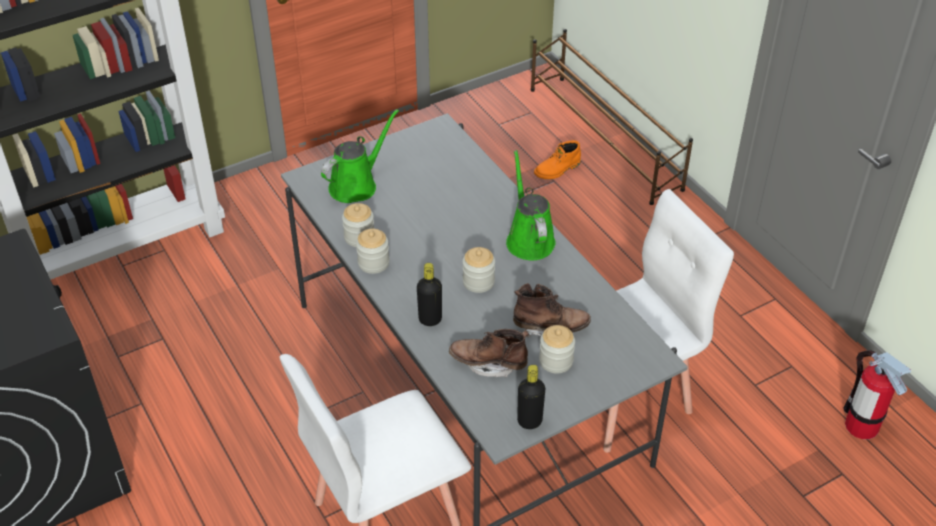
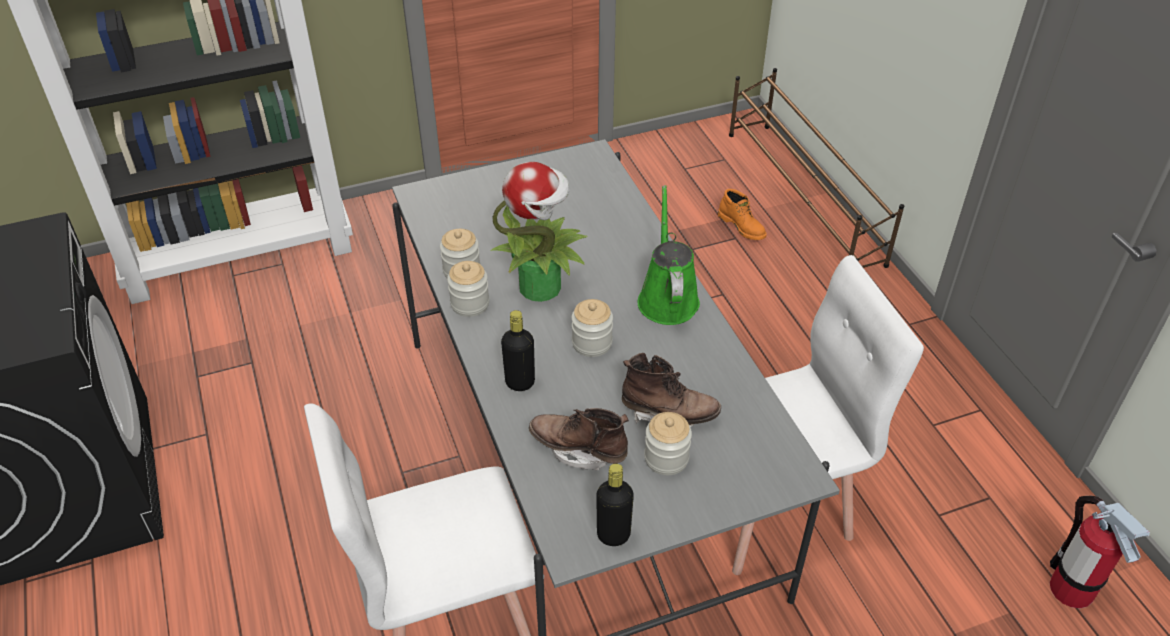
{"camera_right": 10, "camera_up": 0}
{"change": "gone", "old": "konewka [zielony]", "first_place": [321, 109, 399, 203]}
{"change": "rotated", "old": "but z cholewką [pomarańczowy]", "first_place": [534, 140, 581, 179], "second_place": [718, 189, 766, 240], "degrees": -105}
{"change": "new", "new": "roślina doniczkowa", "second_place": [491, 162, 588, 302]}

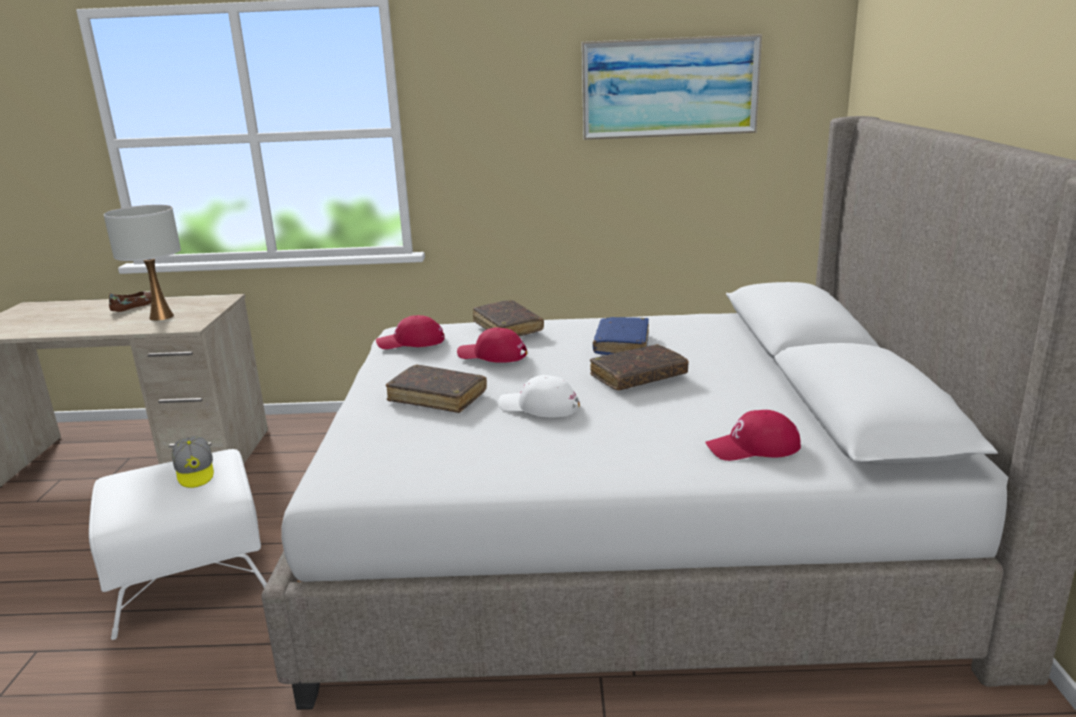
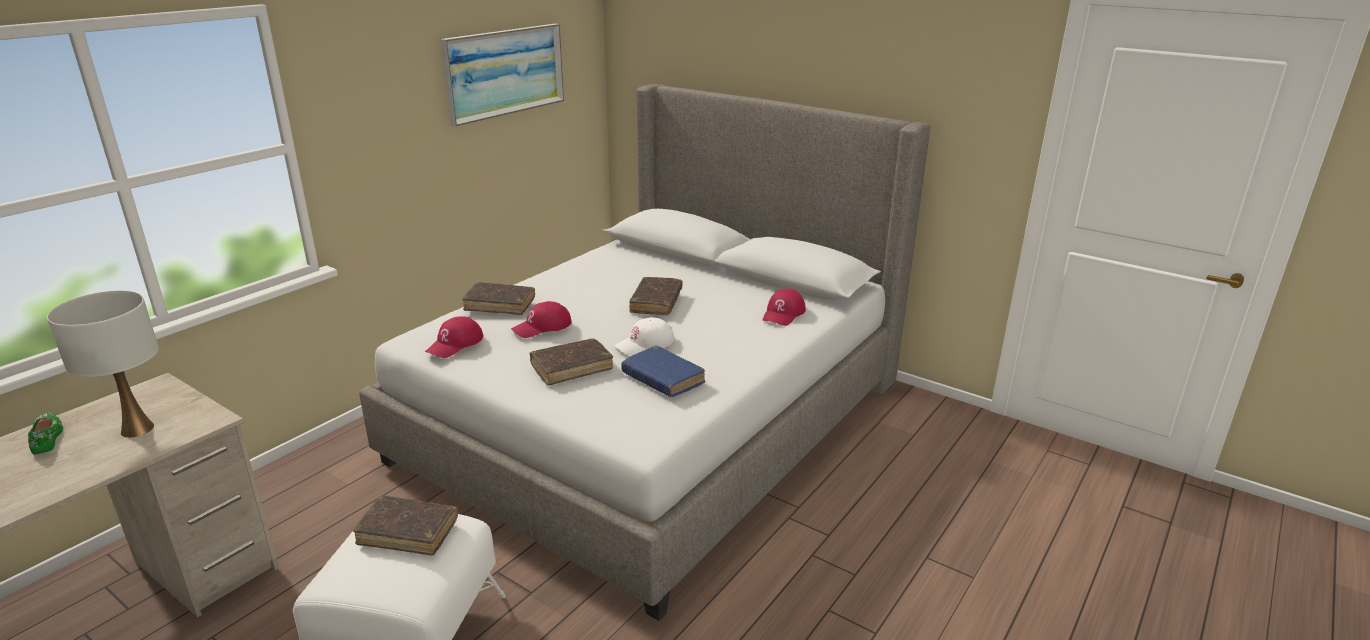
{"camera_right": -55, "camera_up": 5}
{"change": "repainted", "old": "but [brązowy]", "new": "but [zielony]", "first_place": [109, 291, 151, 312], "second_place": [28, 413, 63, 455]}
{"change": "swapped", "old": "czapka z daszkiem", "new": "książka [brązowy]", "first_place": [172, 436, 214, 488], "second_place": [353, 495, 458, 555]}
{"change": "shifted", "old": "książka [niebieski]", "first_place": [593, 317, 649, 355], "second_place": [621, 346, 705, 397]}

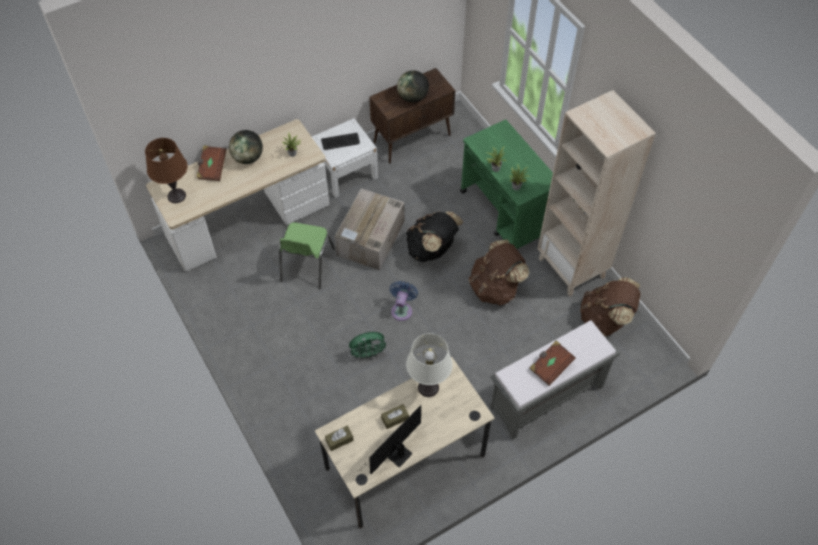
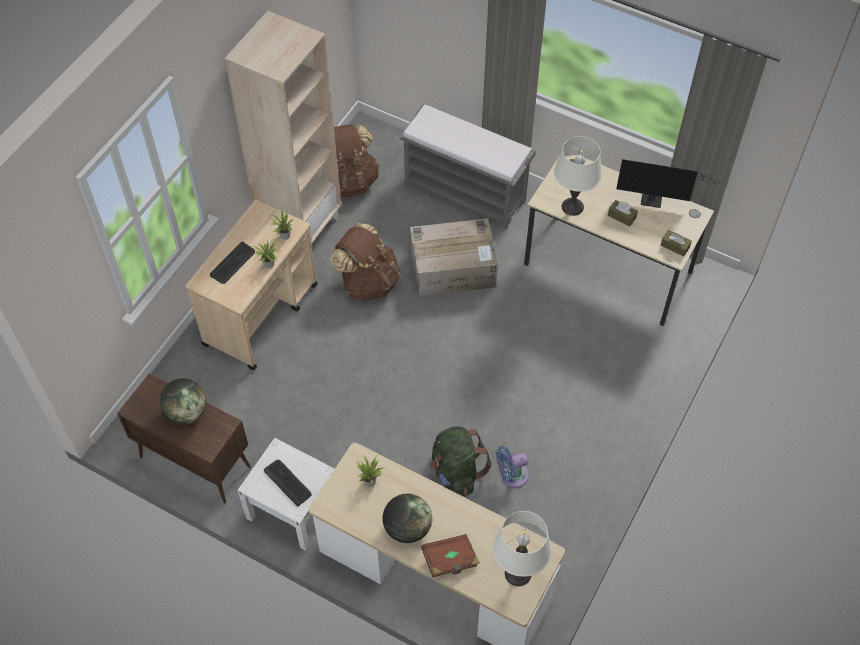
{"camera_right": -120, "camera_up": 0}
{"change": "repainted", "old": "lampa stołowa [brązowy]", "new": "lampa stołowa [biały]", "first_place": [145, 138, 188, 203], "second_place": [493, 511, 552, 586]}
{"change": "swapped", "old": "krzesło [zielony]", "new": "plecak [zielony]", "first_place": [279, 222, 335, 289], "second_place": [430, 426, 492, 497]}
{"change": "shifted", "old": "karton", "first_place": [334, 188, 404, 270], "second_place": [410, 218, 498, 296]}
{"change": "gone", "old": "wentylator [zielony]", "first_place": [348, 332, 389, 361]}
{"change": "shifted", "old": "wentylator [niebieski]", "first_place": [390, 281, 418, 321], "second_place": [496, 446, 529, 488]}
{"change": "gone", "old": "plecak [czarny]", "first_place": [406, 211, 463, 262]}
{"change": "repainted", "old": "wózek [zielony]", "new": "wózek [beżowy]", "first_place": [460, 120, 553, 249], "second_place": [185, 199, 318, 370]}
{"change": "gone", "old": "książka [brązowy]", "first_place": [530, 340, 575, 386]}
{"change": "new", "new": "klawiatura", "second_place": [210, 241, 255, 284]}

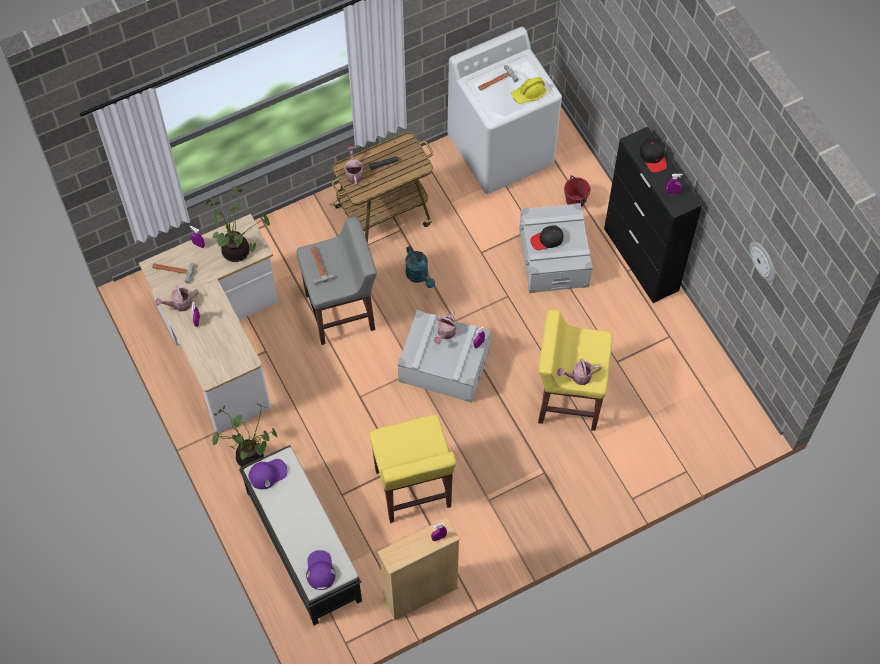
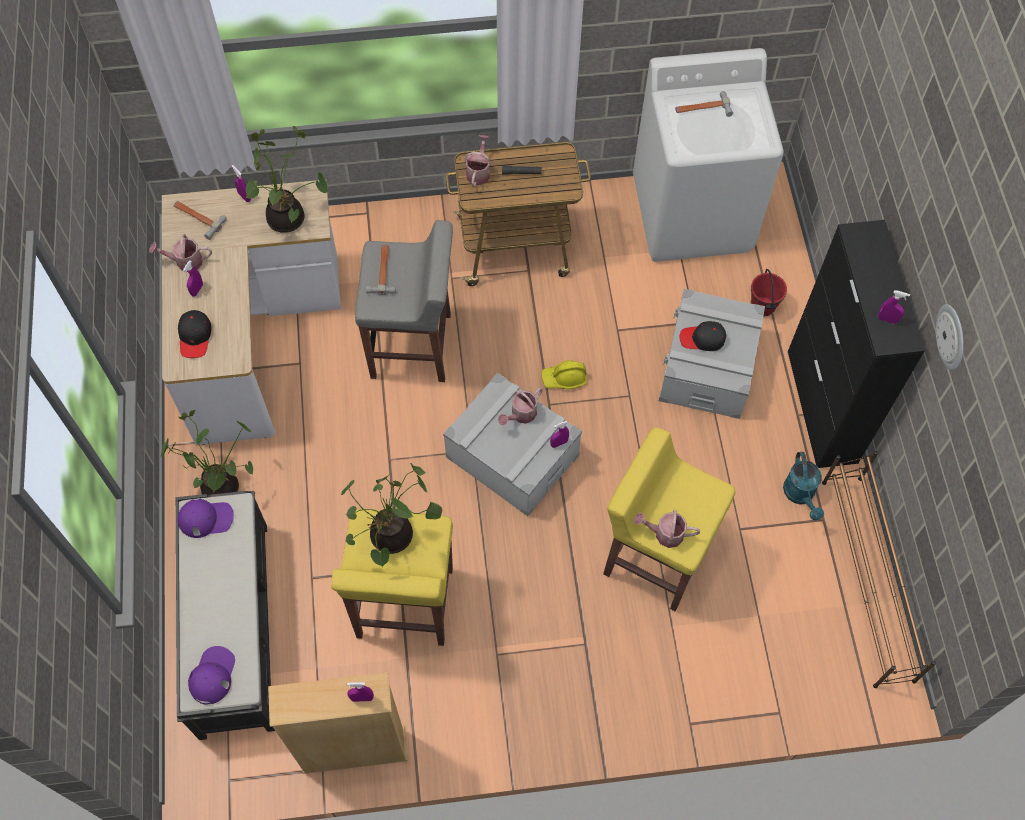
{"camera_right": 20, "camera_up": 0}
{"change": "shifted", "old": "konewka [turkusowy]", "first_place": [405, 246, 435, 288], "second_place": [783, 452, 824, 520]}
{"change": "shifted", "old": "kask [żółty]", "first_place": [512, 77, 547, 104], "second_place": [541, 360, 587, 389]}
{"change": "shifted", "old": "czapka z daszkiem [czarny]", "first_place": [640, 139, 667, 172], "second_place": [178, 310, 212, 358]}
{"change": "shifted", "old": "zegar ścienny", "first_place": [750, 241, 775, 282], "second_place": [936, 304, 964, 371]}
{"change": "new", "new": "roślina doniczkowa", "second_place": [341, 463, 442, 567]}
{"change": "new", "new": "regał na buty [brązowy]", "second_place": [822, 451, 936, 688]}

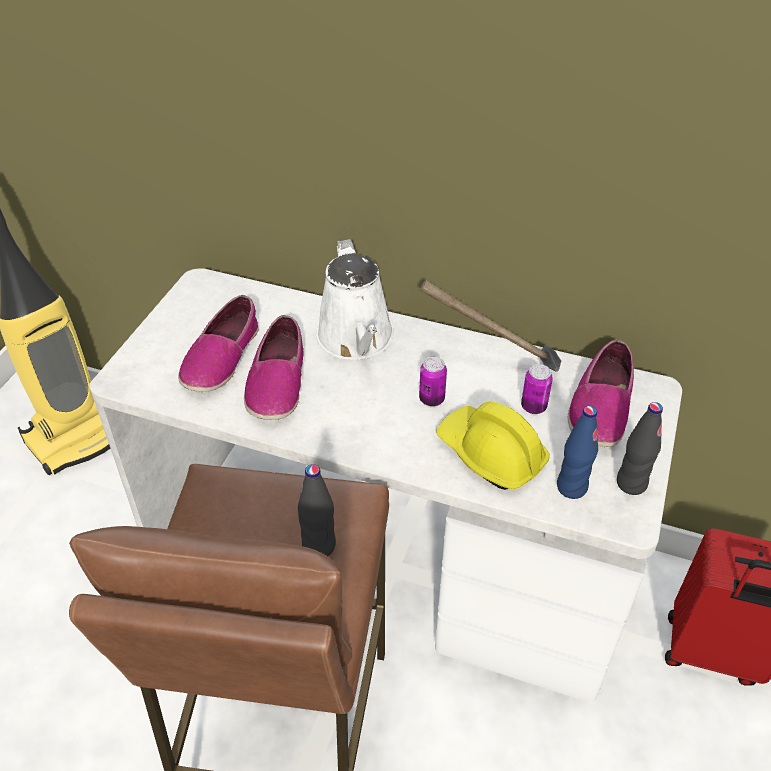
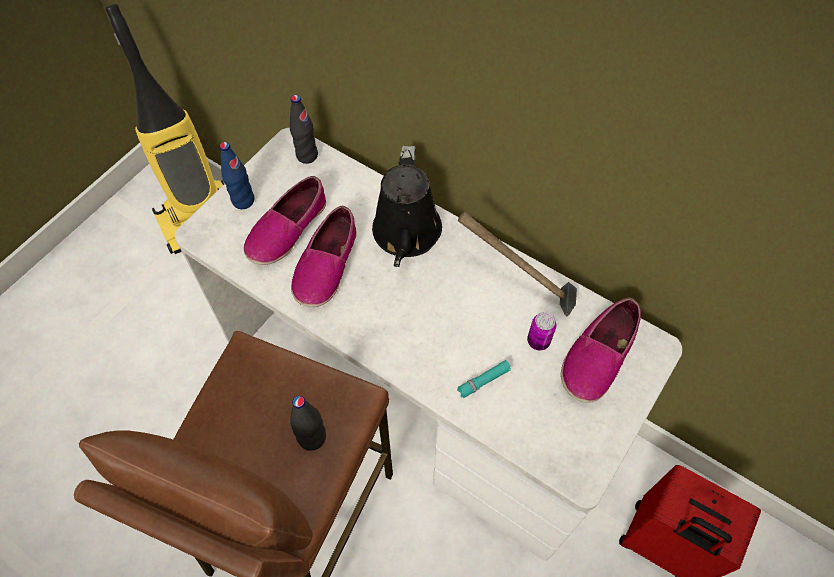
{"camera_right": 15, "camera_up": 15}
{"change": "repainted", "old": "konewka [biały]", "new": "konewka [czarny]", "first_place": [316, 239, 394, 360], "second_place": [372, 146, 442, 267]}
{"change": "gone", "old": "puszka", "first_place": [419, 357, 447, 406]}
{"change": "swapped", "old": "kask [żółty]", "new": "latarka [turkusowy]", "first_place": [436, 401, 550, 490], "second_place": [457, 360, 511, 398]}
{"change": "shifted", "old": "butelka [niebieski]", "first_place": [557, 406, 598, 499], "second_place": [220, 142, 255, 209]}
{"change": "shifted", "old": "butelka [czarny]", "first_place": [617, 402, 663, 495], "second_place": [290, 95, 318, 164]}

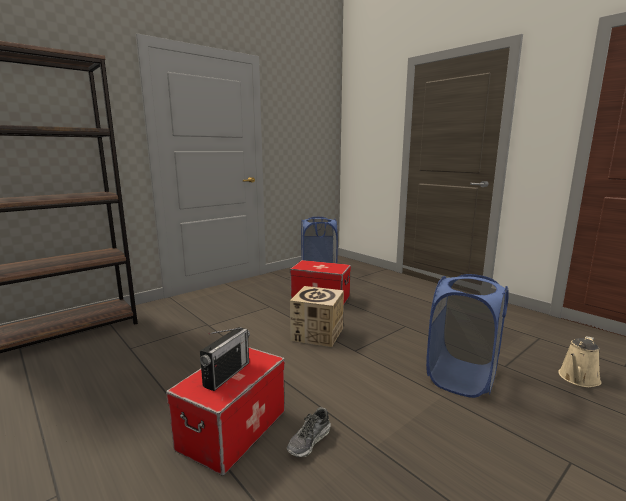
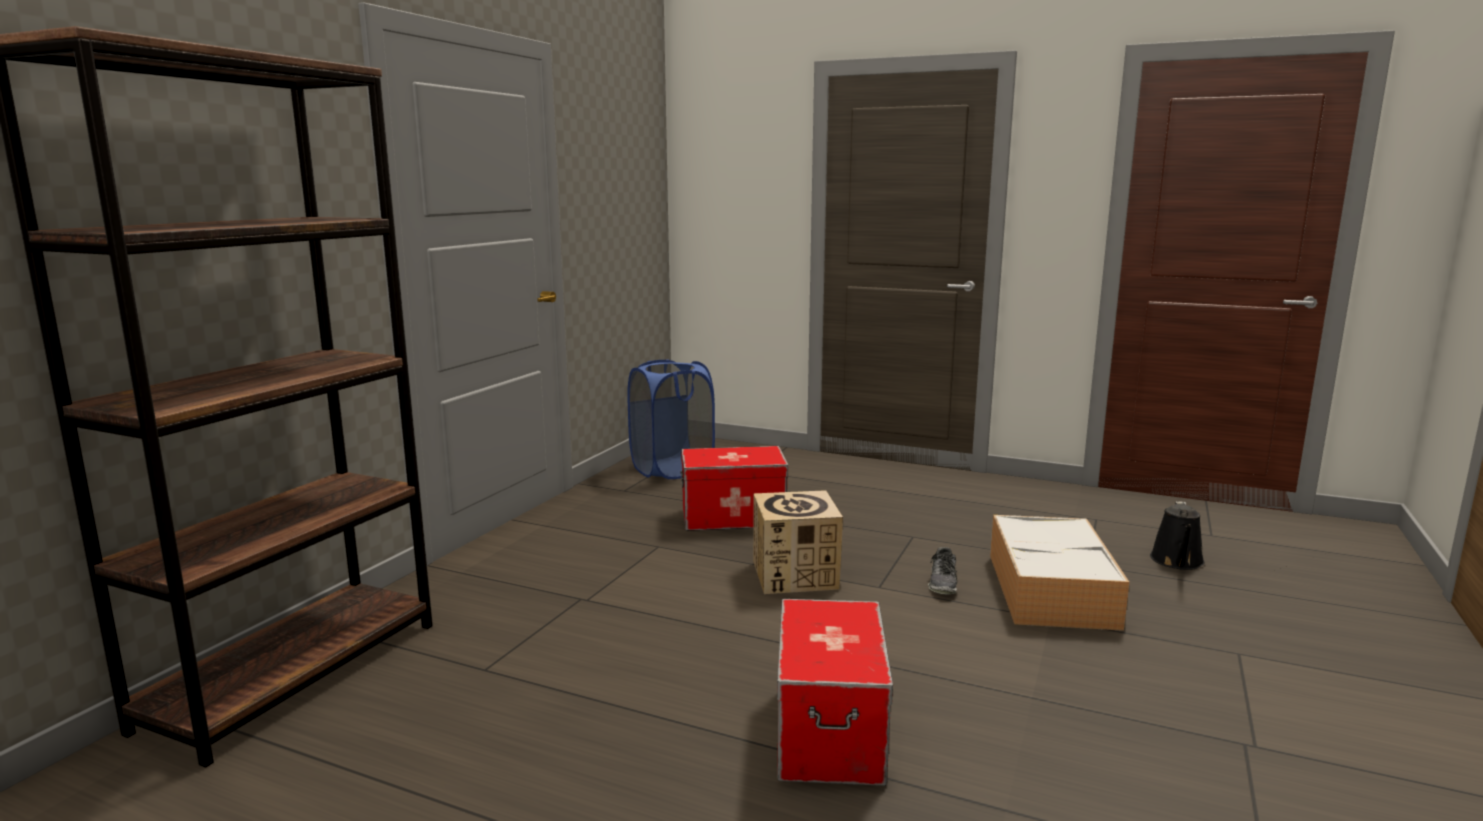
{"camera_right": -25, "camera_up": 0}
{"change": "gone", "old": "radio", "first_place": [200, 327, 250, 391]}
{"change": "shifted", "old": "but", "first_place": [287, 407, 331, 457], "second_place": [928, 547, 957, 595]}
{"change": "swapped", "old": "kosz na pranie [niebieski]", "new": "pojemnik do przechowywania", "first_place": [426, 274, 509, 398], "second_place": [990, 515, 1130, 631]}
{"change": "repainted", "old": "konewka [beżowy]", "new": "konewka [czarny]", "first_place": [558, 336, 601, 387], "second_place": [1150, 501, 1205, 570]}

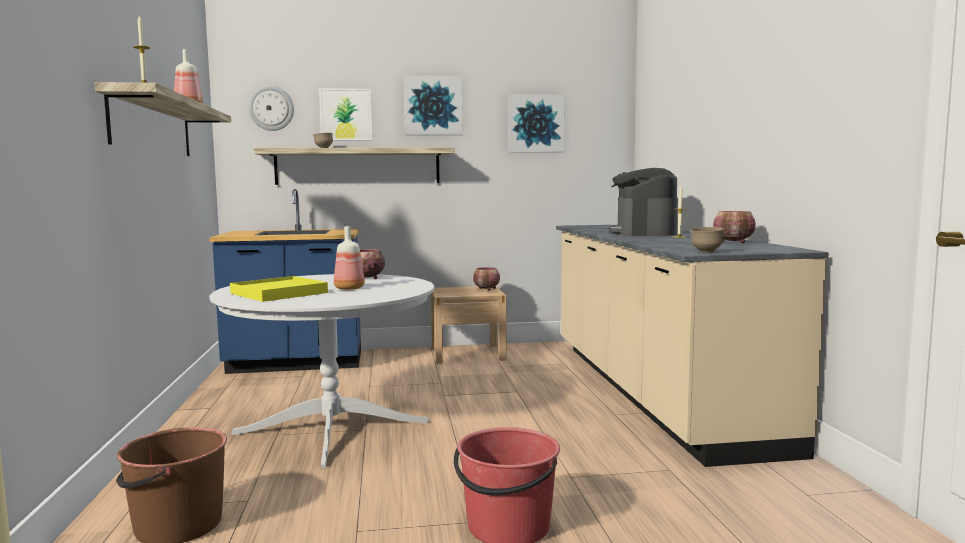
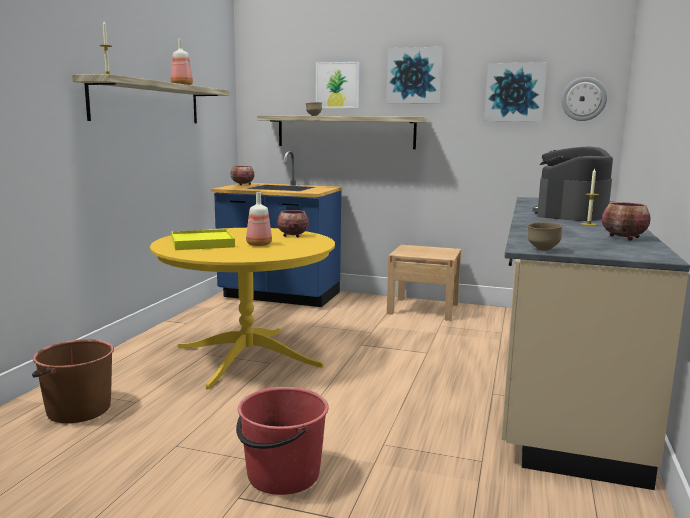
{"camera_right": 25, "camera_up": 5}
{"change": "repainted", "old": "stół jadalny [biały]", "new": "stół jadalny [żółty]", "first_place": [209, 274, 434, 468], "second_place": [150, 228, 335, 389]}
{"change": "shifted", "old": "zegar ścienny", "first_place": [249, 86, 294, 131], "second_place": [561, 77, 607, 121]}
{"change": "shifted", "old": "miska", "first_place": [473, 267, 500, 290], "second_place": [231, 166, 254, 185]}

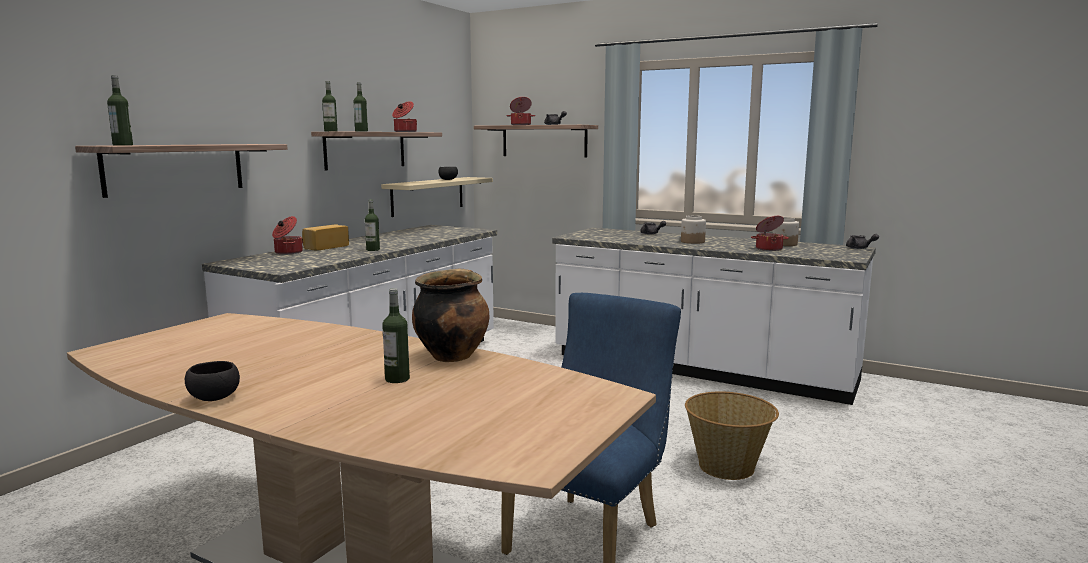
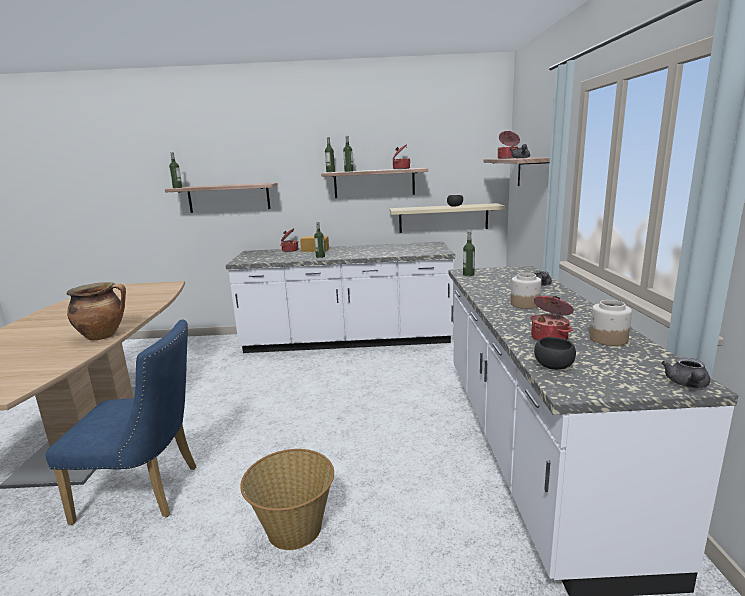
{"camera_right": 60, "camera_up": 5}
{"change": "shifted", "old": "miska [czarny]", "first_place": [185, 361, 240, 401], "second_place": [534, 337, 576, 370]}
{"change": "shifted", "old": "butelka", "first_place": [382, 288, 410, 383], "second_place": [463, 231, 475, 276]}

